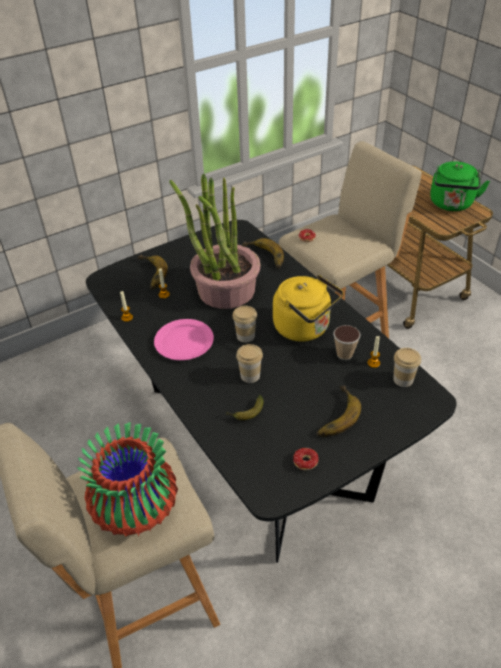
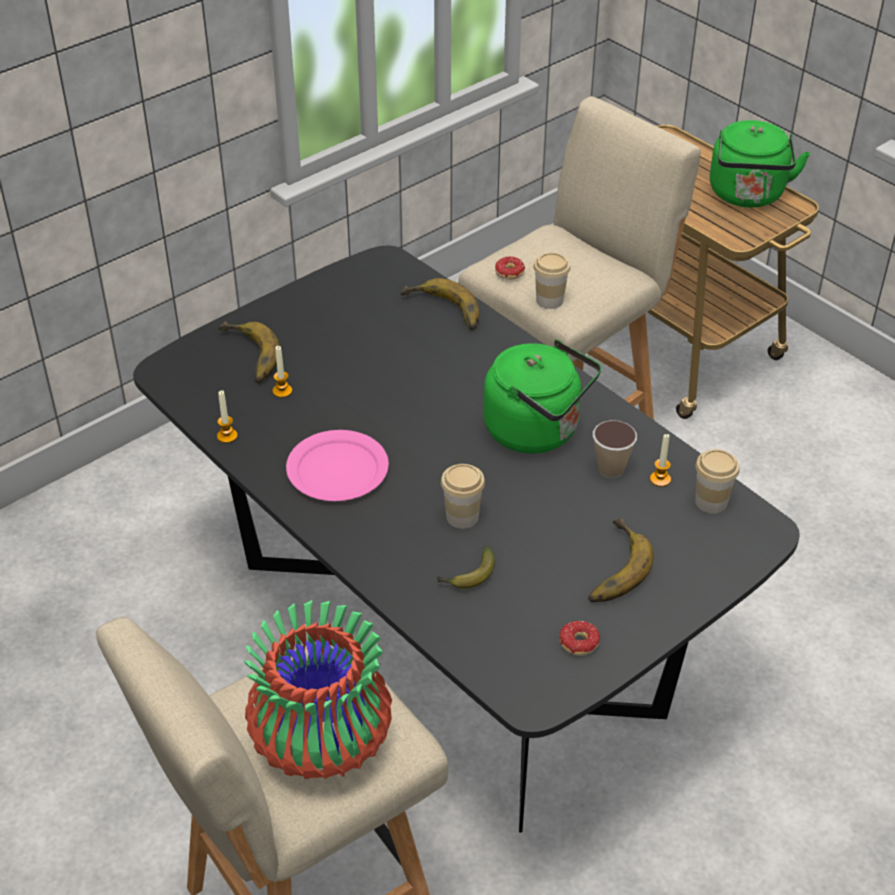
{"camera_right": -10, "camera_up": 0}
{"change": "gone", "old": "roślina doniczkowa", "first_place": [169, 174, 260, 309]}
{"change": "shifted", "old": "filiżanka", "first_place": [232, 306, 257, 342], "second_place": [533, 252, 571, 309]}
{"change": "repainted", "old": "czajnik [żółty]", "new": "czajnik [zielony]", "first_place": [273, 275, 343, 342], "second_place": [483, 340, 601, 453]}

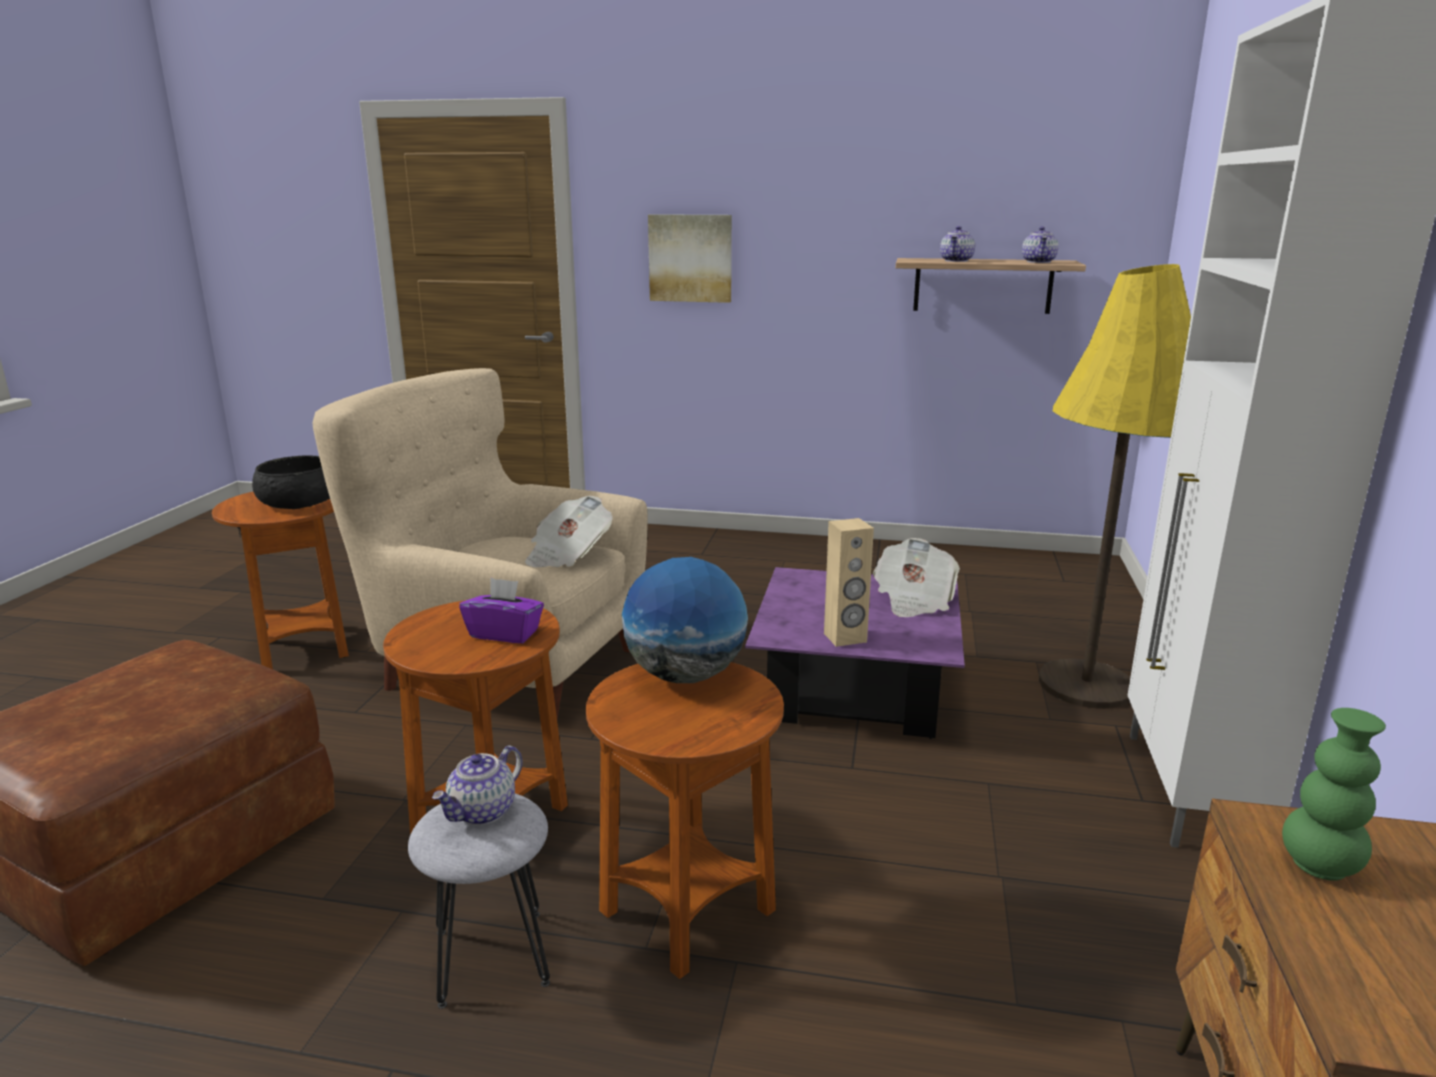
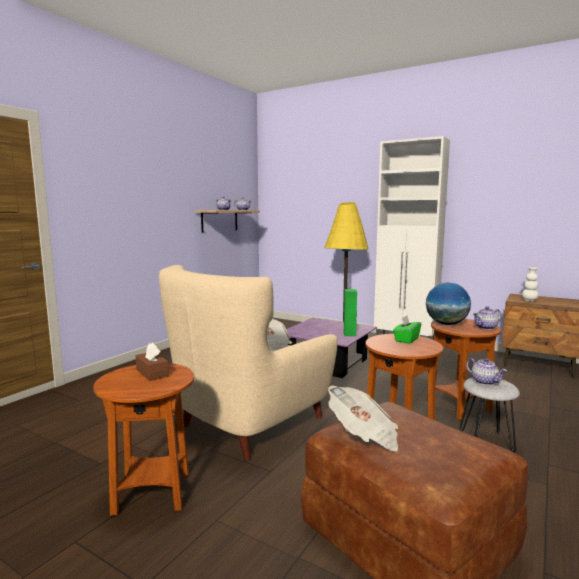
{"camera_right": -70, "camera_up": -10}
{"change": "swapped", "old": "miska [czarny]", "new": "pudełko chusteczek [brązowy]", "first_place": [252, 455, 330, 509], "second_place": [135, 343, 169, 381]}
{"change": "repainted", "old": "pudełko chusteczek [fioletowy]", "new": "pudełko chusteczek [zielony]", "first_place": [459, 578, 544, 643], "second_place": [393, 315, 421, 344]}
{"change": "gone", "old": "obraz", "first_place": [648, 214, 732, 303]}
{"change": "repainted", "old": "głośnik [beżowy]", "new": "głośnik [zielony]", "first_place": [824, 518, 874, 647], "second_place": [344, 289, 357, 336]}
{"change": "shifted", "old": "gazeta", "first_place": [873, 538, 960, 617], "second_place": [328, 386, 398, 452]}
{"change": "repainted", "old": "wazon [zielony]", "new": "wazon [biały]", "first_place": [1282, 708, 1386, 881], "second_place": [522, 267, 539, 301]}
{"change": "new", "new": "imbryk", "second_place": [473, 306, 501, 330]}

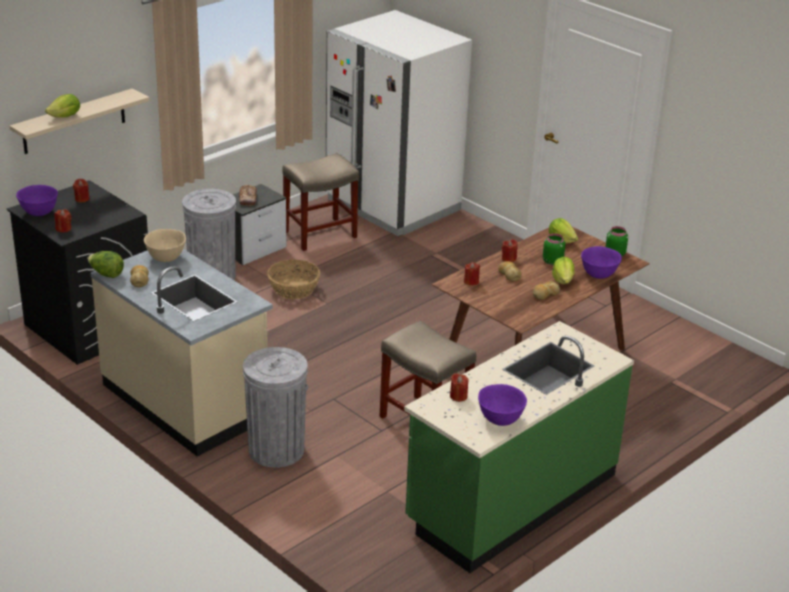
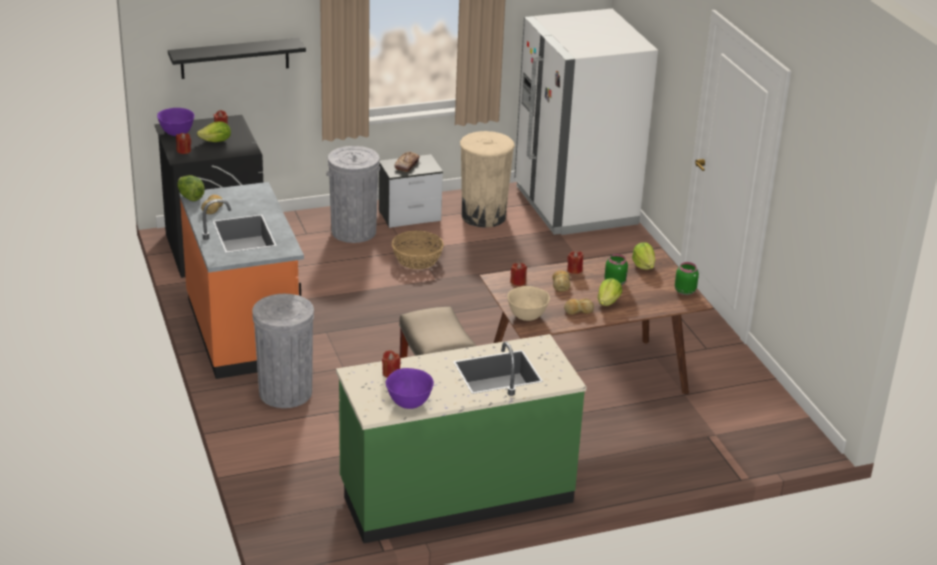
{"camera_right": 25, "camera_up": 0}
{"change": "repainted", "old": "półka [beżowy]", "new": "półka [czarny]", "first_place": [9, 88, 149, 154], "second_place": [168, 38, 306, 79]}
{"change": "shifted", "old": "sałata", "first_place": [45, 94, 80, 118], "second_place": [197, 121, 231, 142]}
{"change": "repainted", "old": "zabudowa kuchenna [beżowy]", "new": "zabudowa kuchenna [pomarańczowy]", "first_place": [90, 249, 273, 456], "second_place": [180, 182, 304, 379]}
{"change": "shifted", "old": "miska [beżowy]", "first_place": [144, 229, 186, 262], "second_place": [507, 286, 550, 321]}
{"change": "swapped", "old": "stołek [beżowy]", "new": "kosz na śmieci [beżowy]", "first_place": [282, 153, 359, 251], "second_place": [460, 131, 515, 228]}
{"change": "gone", "old": "miska [fioletowy]", "first_place": [581, 246, 622, 279]}

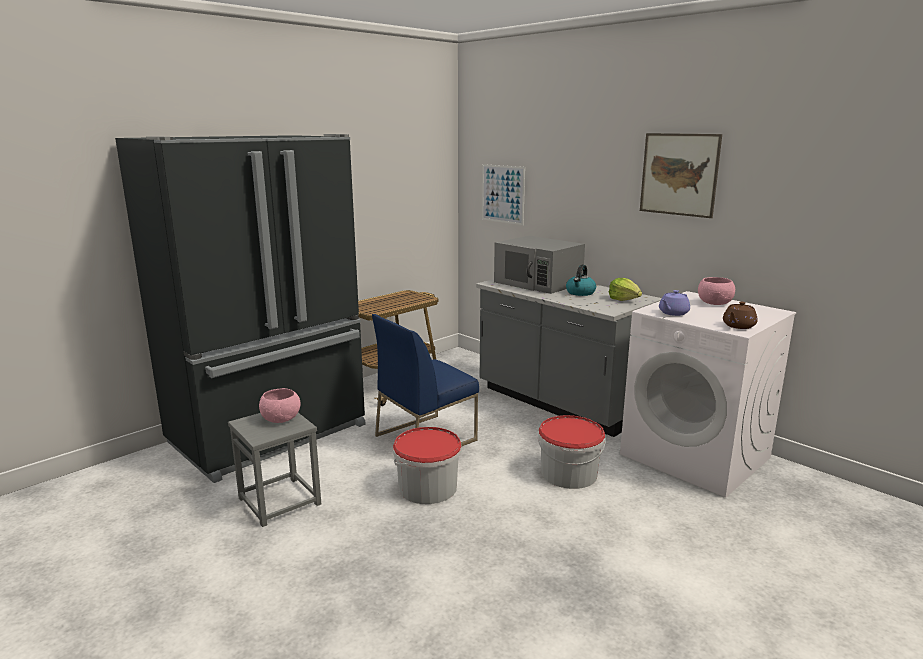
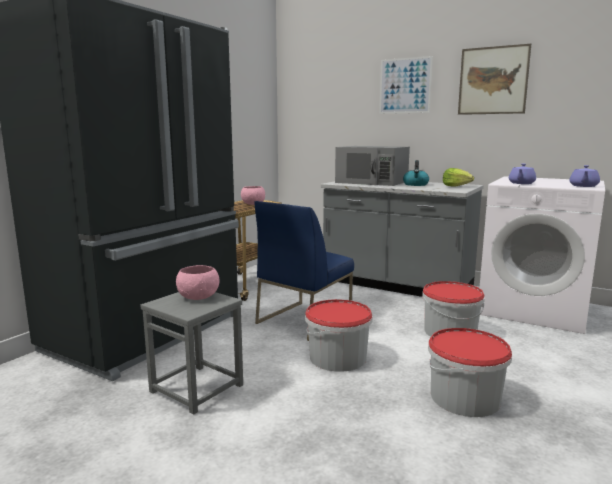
{"camera_right": -15, "camera_up": -5}
{"change": "shifted", "old": "obraz", "first_place": [482, 164, 525, 225], "second_place": [379, 56, 433, 114]}
{"change": "shifted", "old": "miska [różowy]", "first_place": [698, 277, 735, 305], "second_place": [241, 186, 265, 205]}
{"change": "repainted", "old": "imbryk [brązowy]", "new": "imbryk [fioletowy]", "first_place": [723, 302, 758, 329], "second_place": [569, 165, 600, 187]}
{"change": "new", "new": "wiadro", "second_place": [428, 328, 512, 417]}

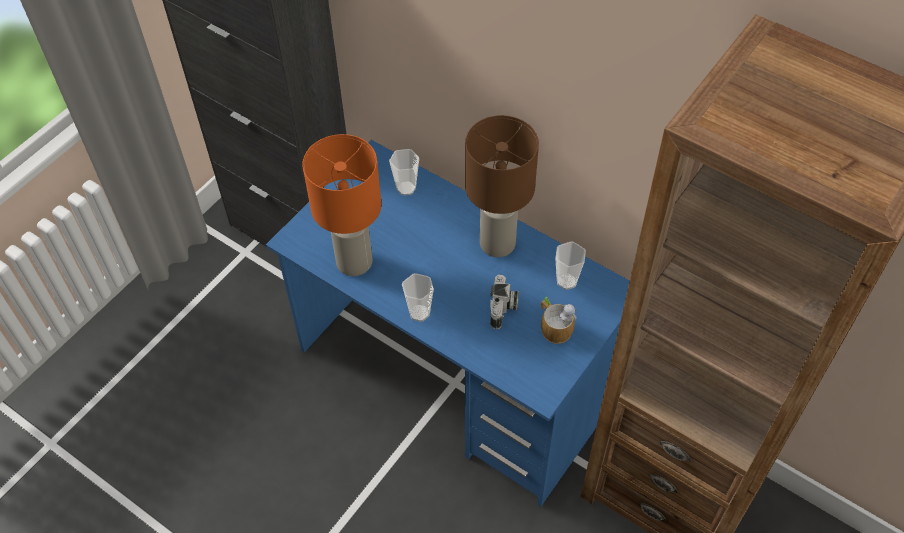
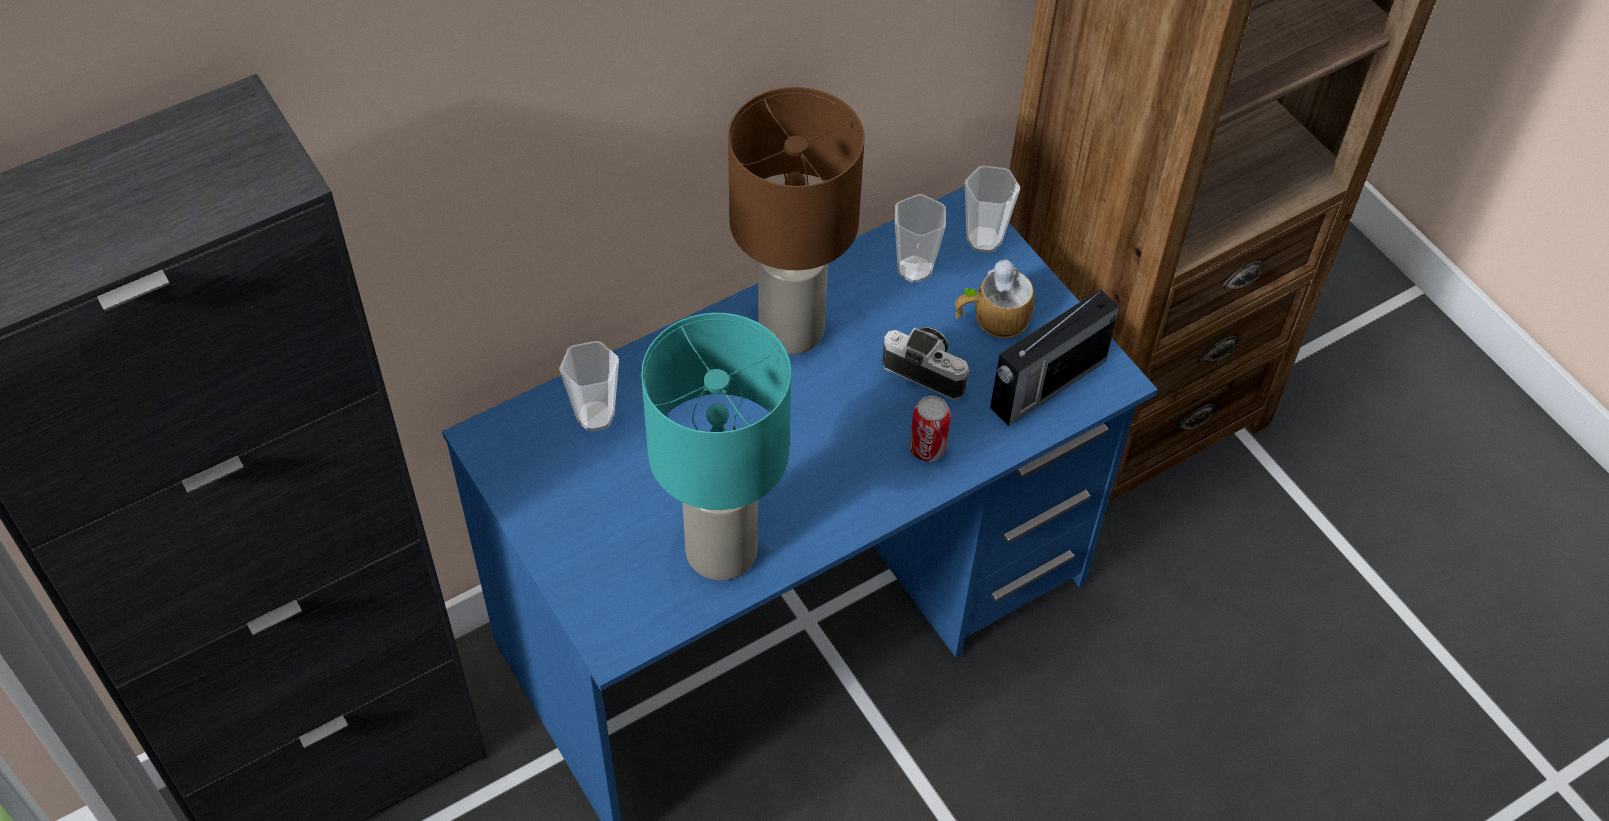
{"camera_right": -70, "camera_up": 0}
{"change": "repainted", "old": "lampa stołowa [pomarańczowy]", "new": "lampa stołowa [turkusowy]", "first_place": [302, 134, 381, 276], "second_place": [641, 313, 791, 581]}
{"change": "shifted", "old": "filiżanka", "first_place": [402, 273, 434, 322], "second_place": [965, 166, 1020, 253]}
{"change": "new", "new": "puszka", "second_place": [909, 396, 951, 462]}
{"change": "new", "new": "radio", "second_place": [990, 289, 1120, 426]}

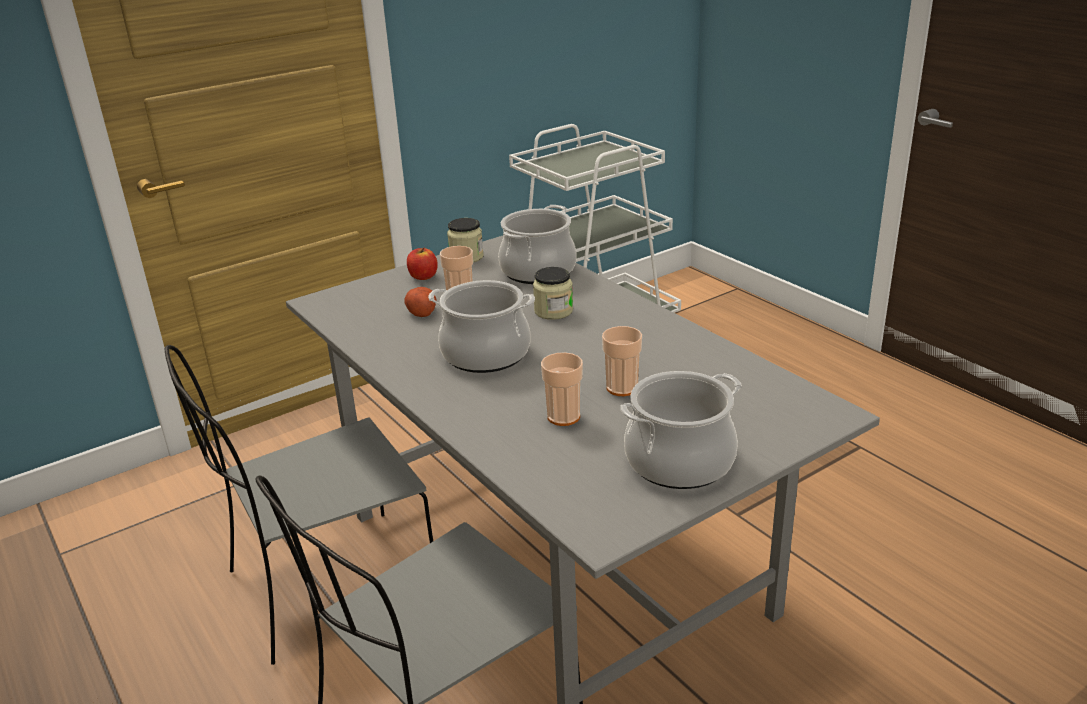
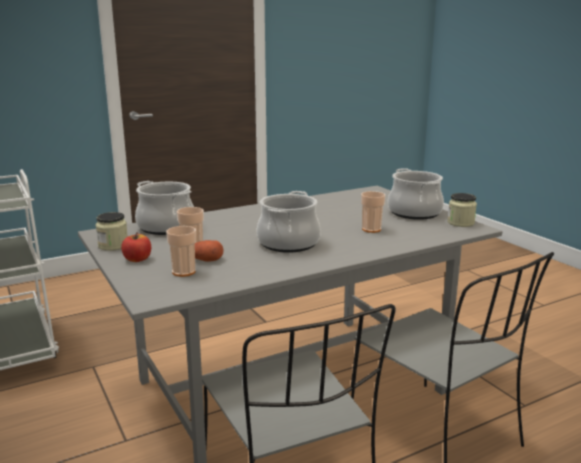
{"camera_right": -85, "camera_up": -10}
{"change": "shifted", "old": "słoik", "first_place": [533, 267, 573, 320], "second_place": [447, 193, 477, 227]}
{"change": "shifted", "old": "filiżanka", "first_place": [602, 326, 642, 396], "second_place": [166, 226, 196, 277]}

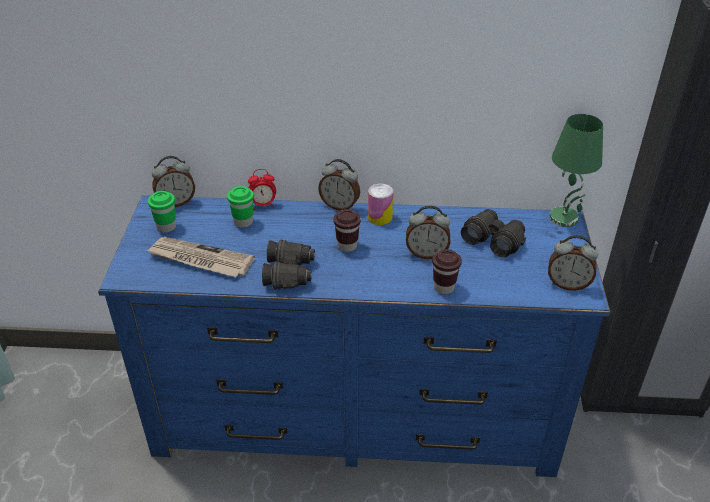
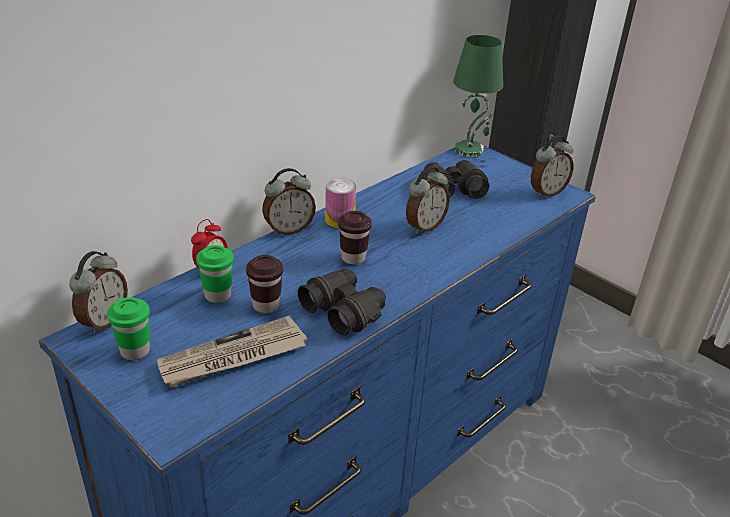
{"camera_right": -50, "camera_up": -5}
{"change": "shifted", "old": "filiżanka [brązowy]", "first_place": [432, 249, 462, 294], "second_place": [246, 255, 283, 313]}

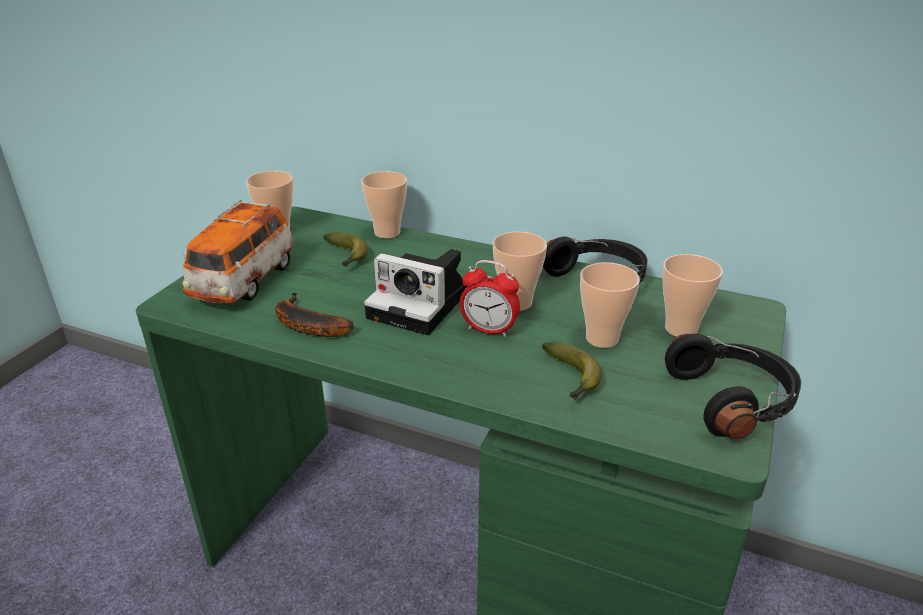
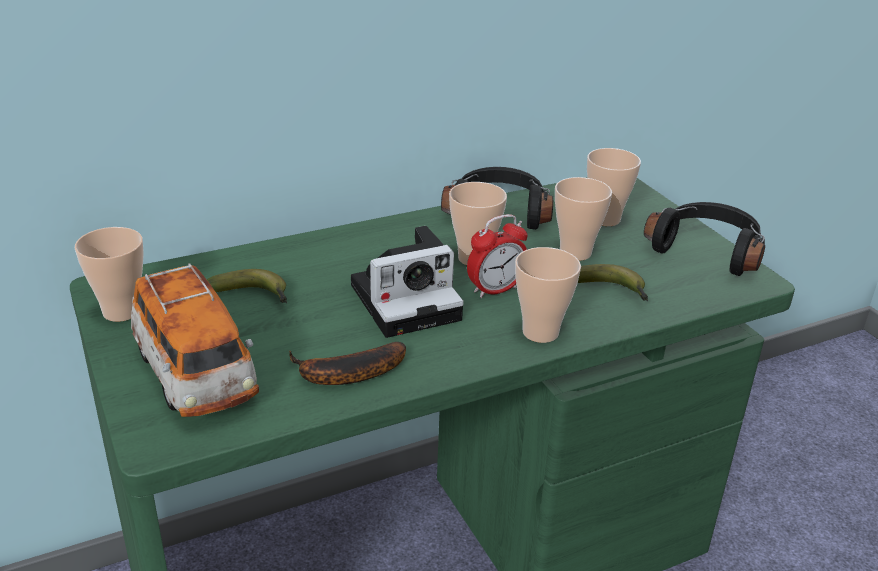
{"camera_right": -50, "camera_up": 0}
{"change": "shifted", "old": "filiżanka", "first_place": [361, 171, 407, 239], "second_place": [515, 247, 581, 343]}

